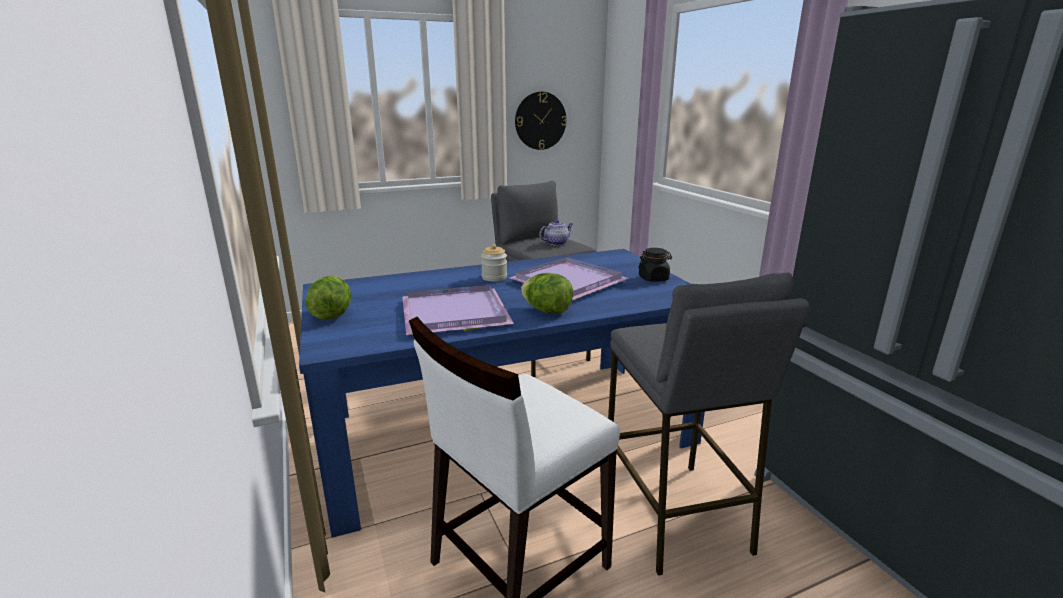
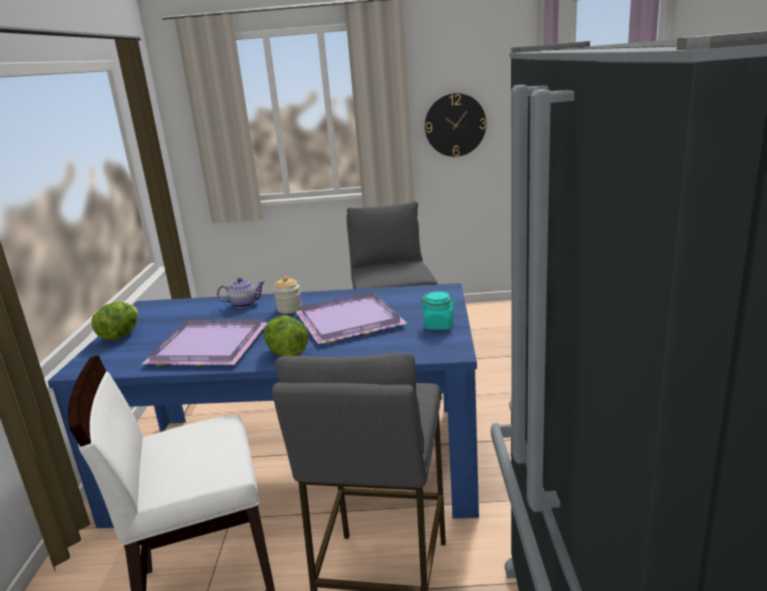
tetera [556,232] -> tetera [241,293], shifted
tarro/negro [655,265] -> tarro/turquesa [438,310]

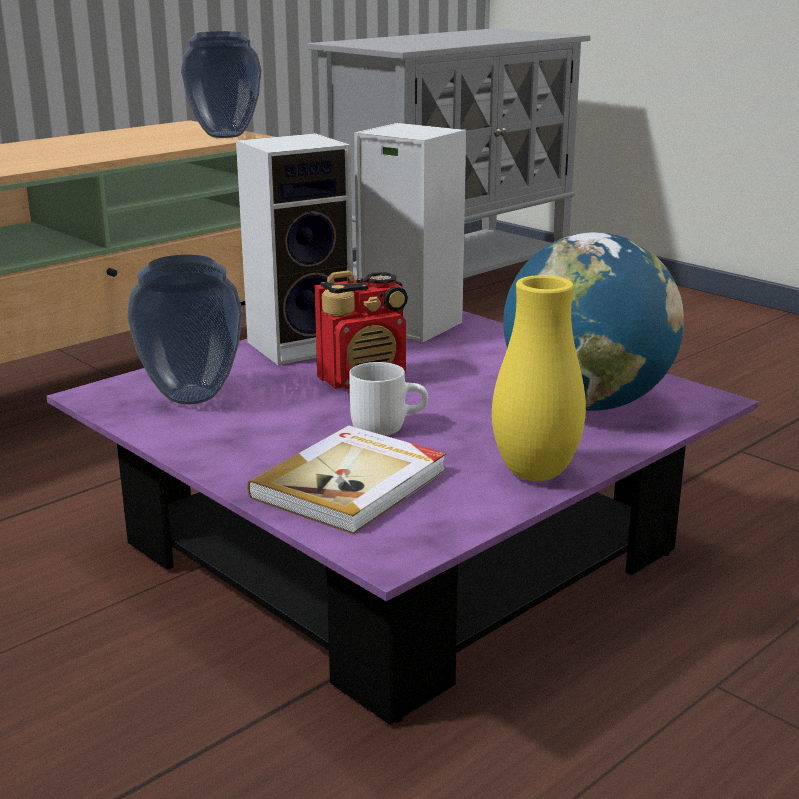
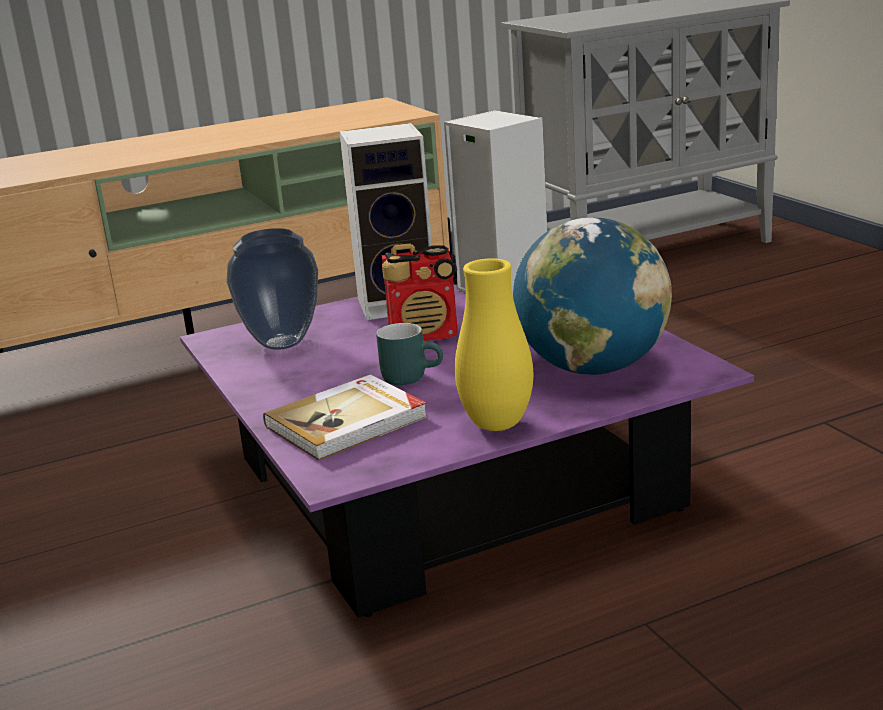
taza grande/blanco [388,399] -> taza grande/turquesa [409,354]
florero [221,84] -> none

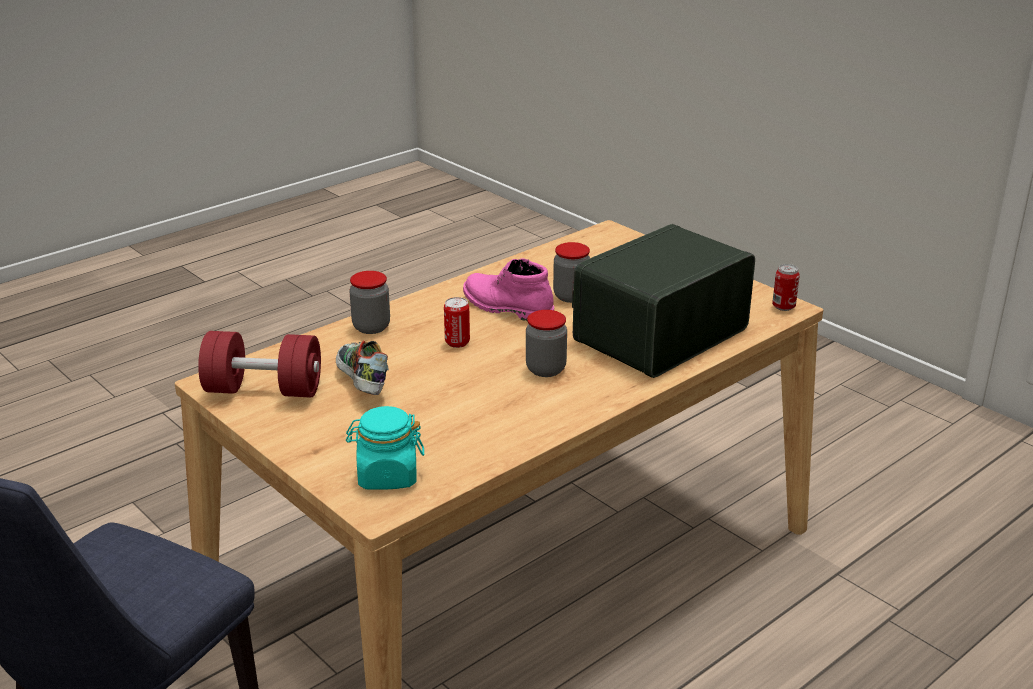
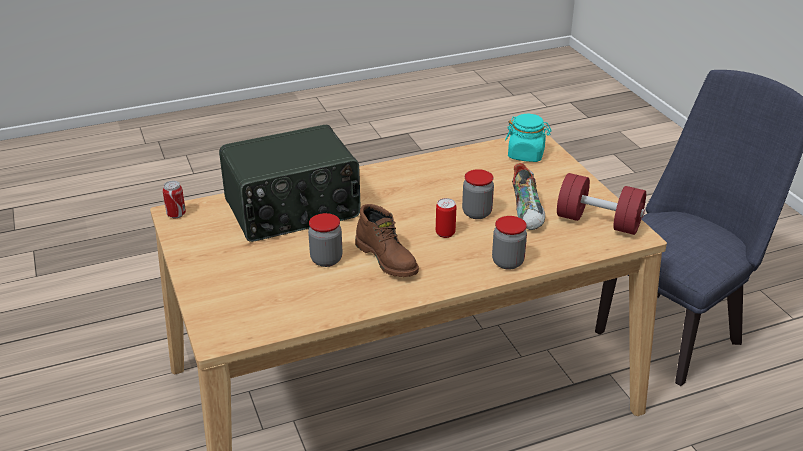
bota/rosa [508,289] -> bota/marrón [387,240]
tarro [546,343] -> tarro [478,194], shifted

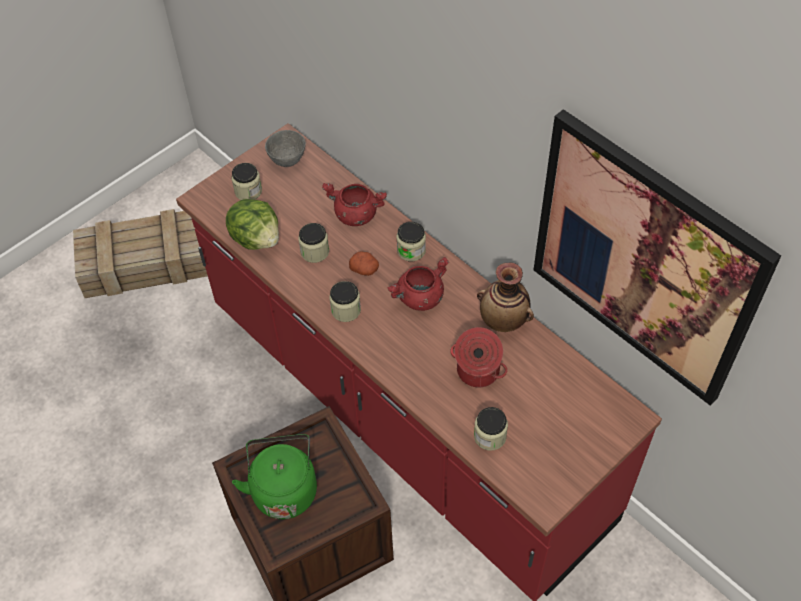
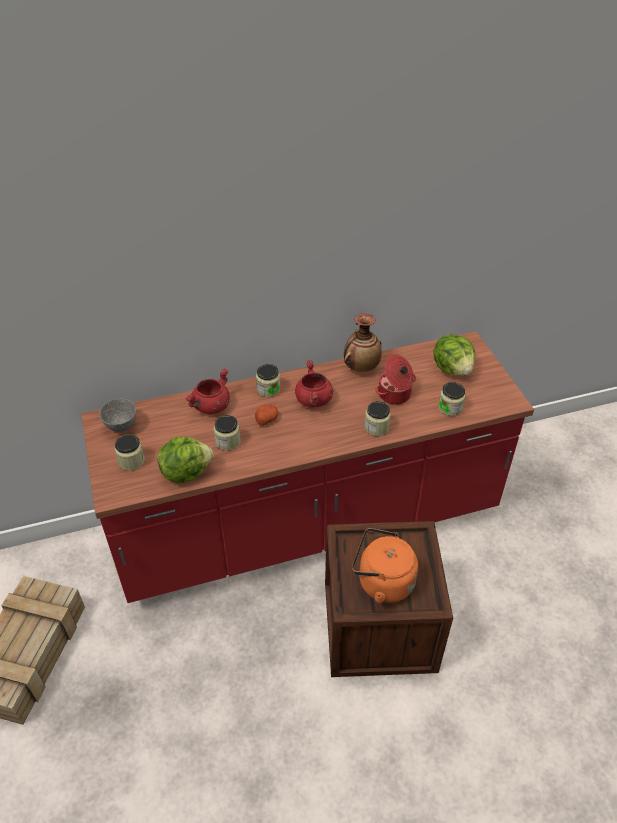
hervidor/verde [274,476] -> hervidor/naranja [385,565]
tarro [345,301] -> tarro [378,418], shifted
none -> lechuga [454,354]
cuadro [657,257] -> none

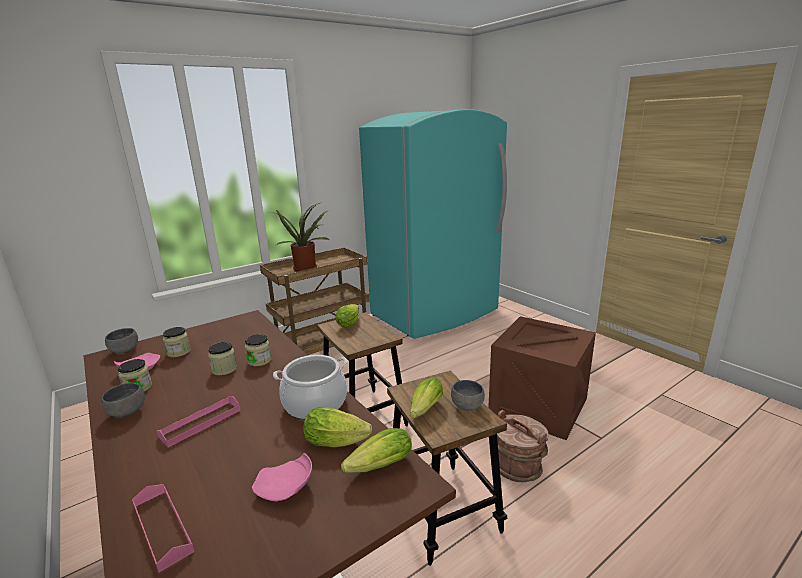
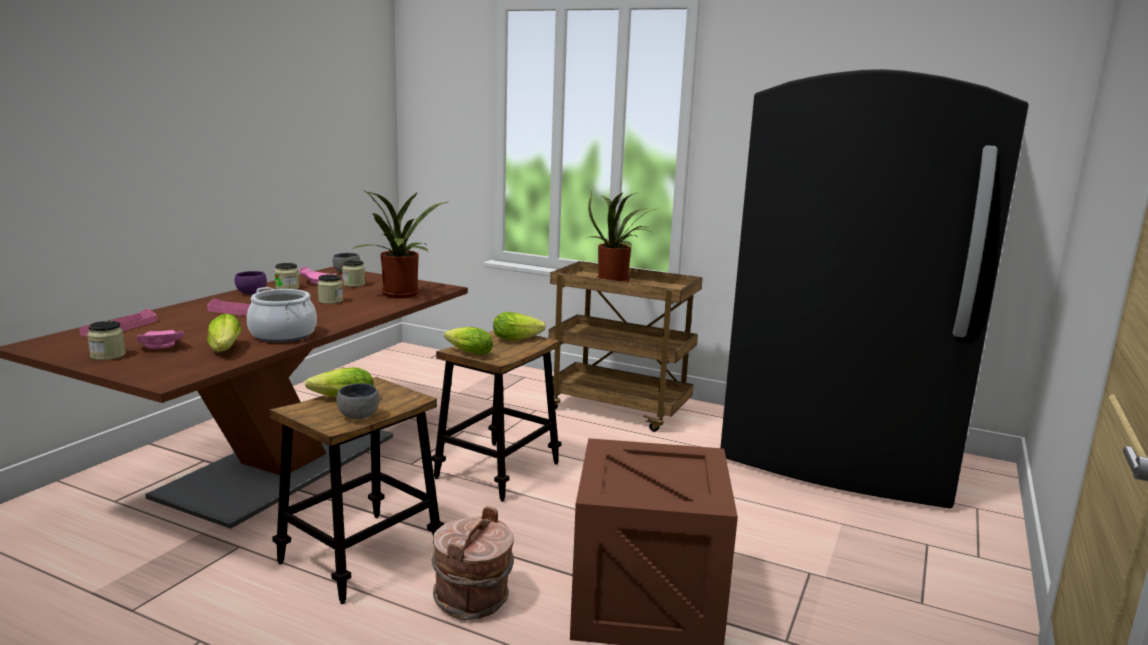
tarro [258,350] -> tarro [106,340], shifted
cuenco/gris [123,400] -> cuenco/morado [251,283]
none -> planta en maceta [399,243]
lechuga [376,450] -> lechuga [468,341], shifted
nevera/turquesa [433,224] -> nevera/negro [874,288]

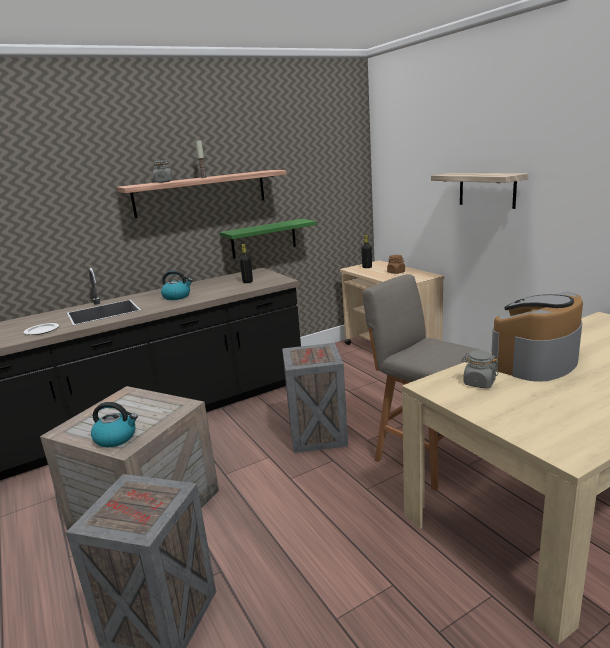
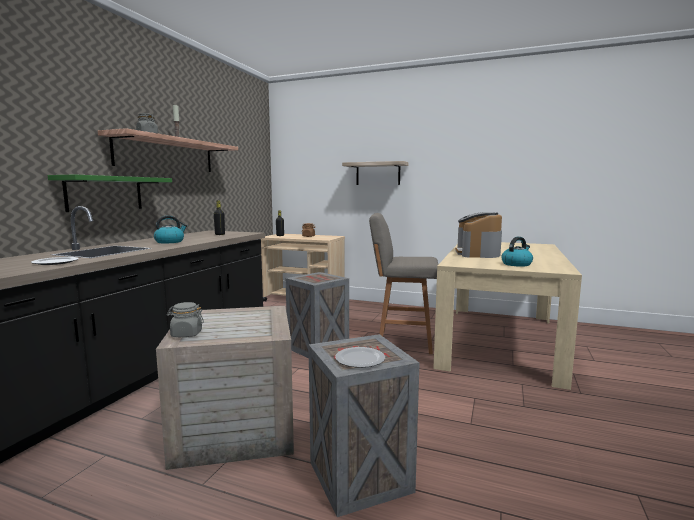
estante/verde [268,239] -> estante/verde [110,193], shifted
tarro/gris [480,369] -> tarro/gris [185,319], shifted
none -> plato [360,357]
hervidor [114,424] -> hervidor [517,252], shifted

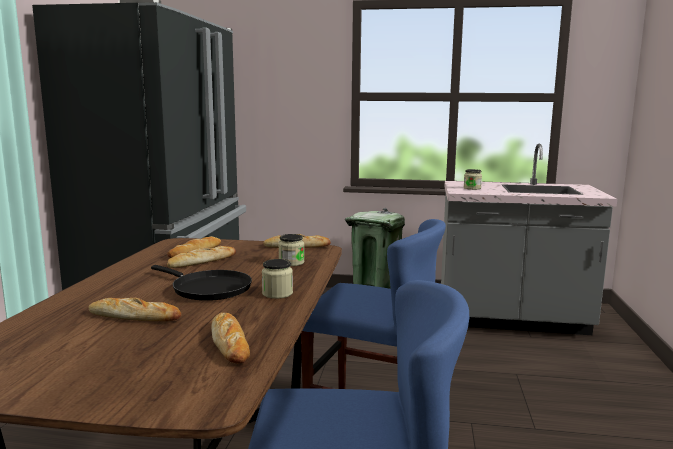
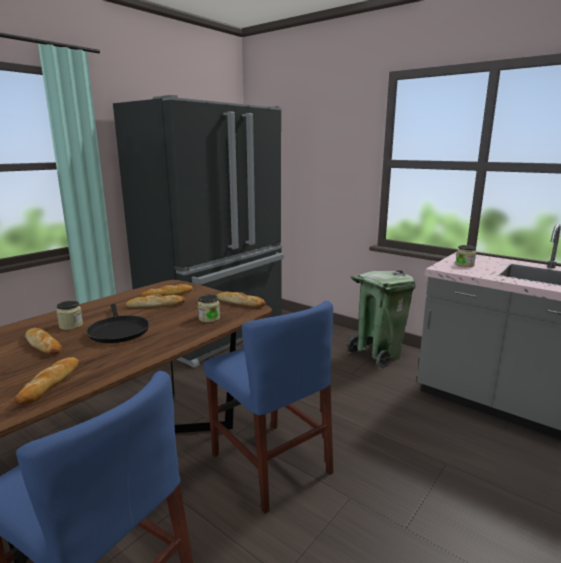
tarro [277,279] -> tarro [69,315], shifted

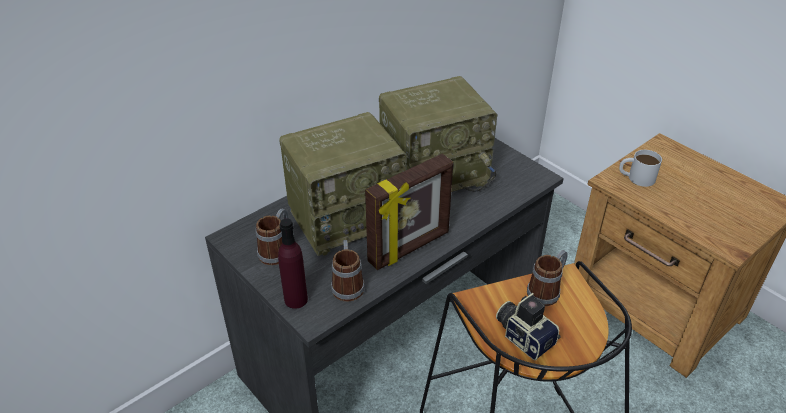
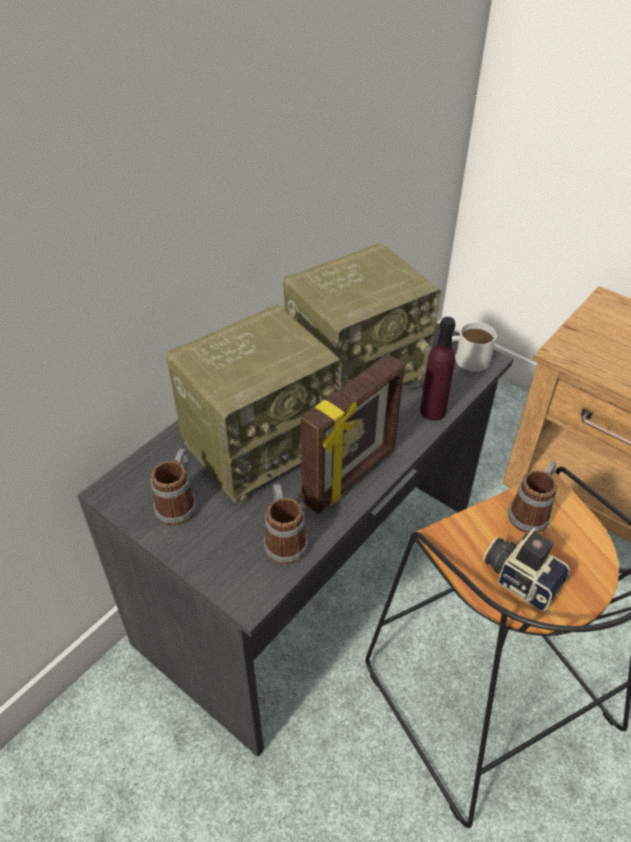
botella/morado [293,263] -> botella/morado [438,369], shifted
taza grande/blanco [640,168] -> taza grande/blanco [474,347], shifted

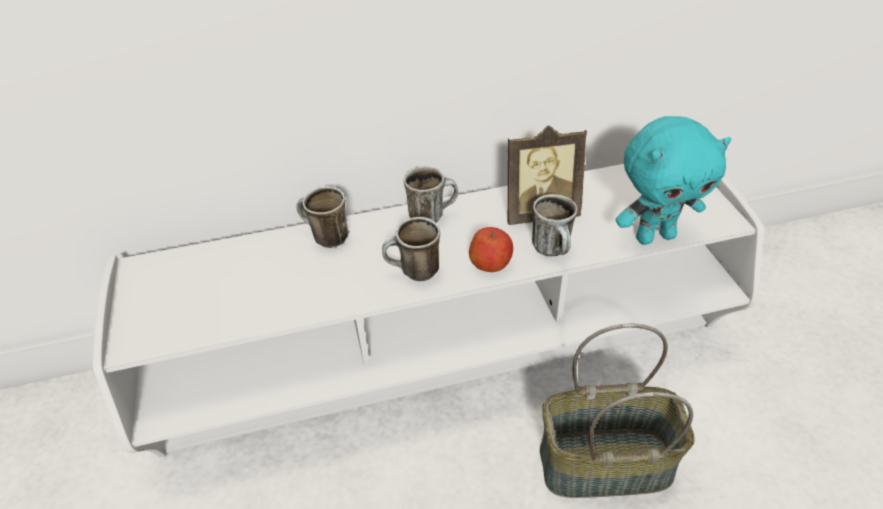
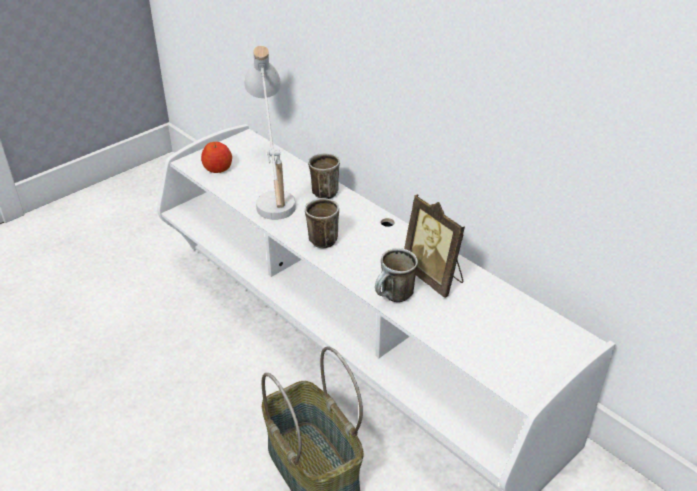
manzana [491,249] -> manzana [216,157], shifted
none -> lámpara de mesa/blanco [270,133]
taza grande [431,194] -> none
peluche/turquesa [673,180] -> none

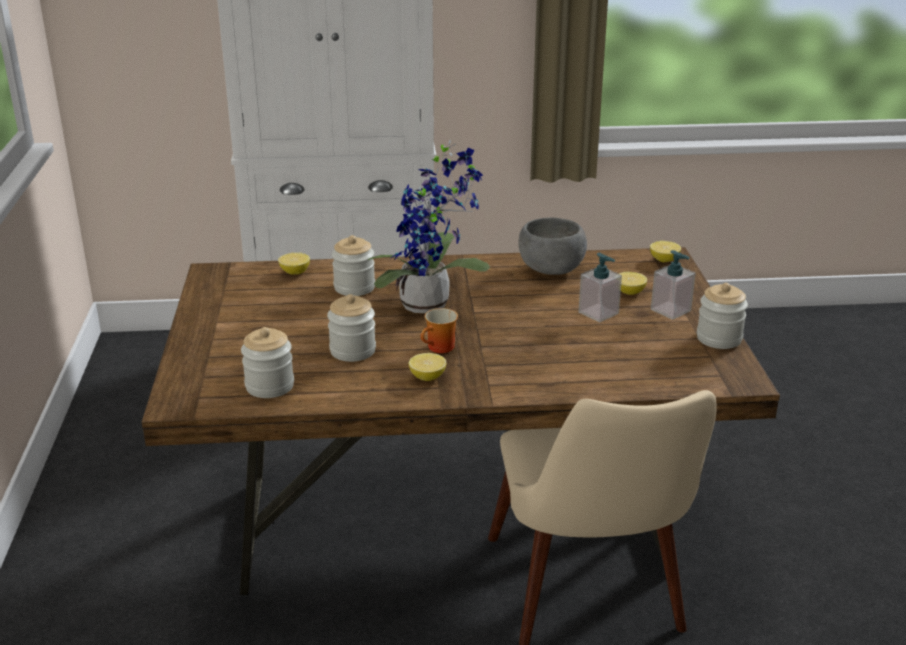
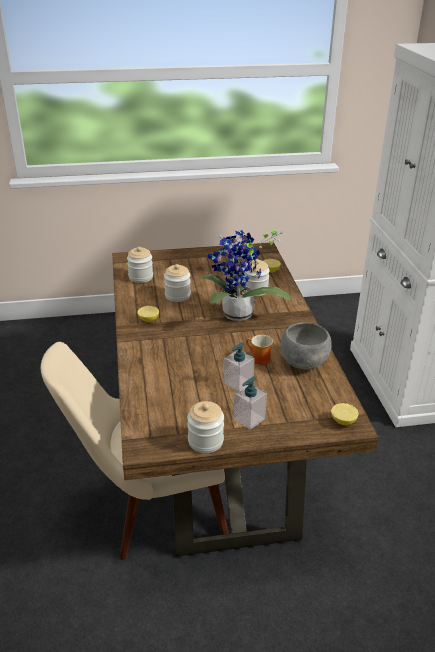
taza grande [439,330] -> taza grande [259,350], shifted
limón [632,283] -> none

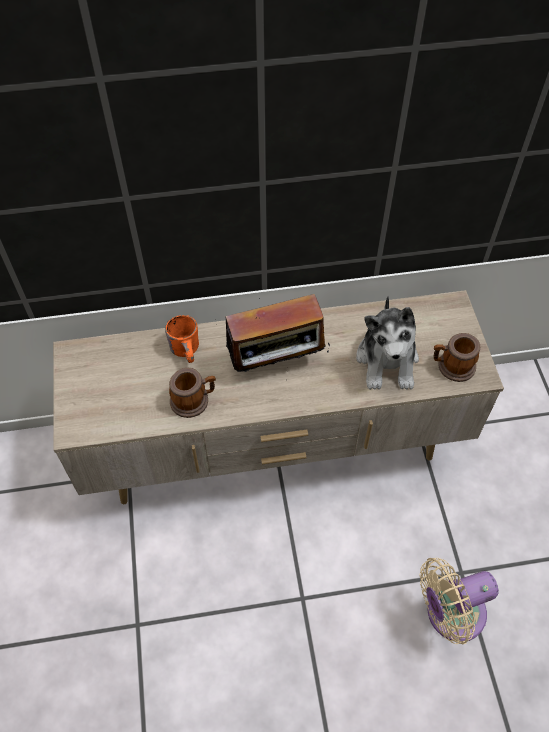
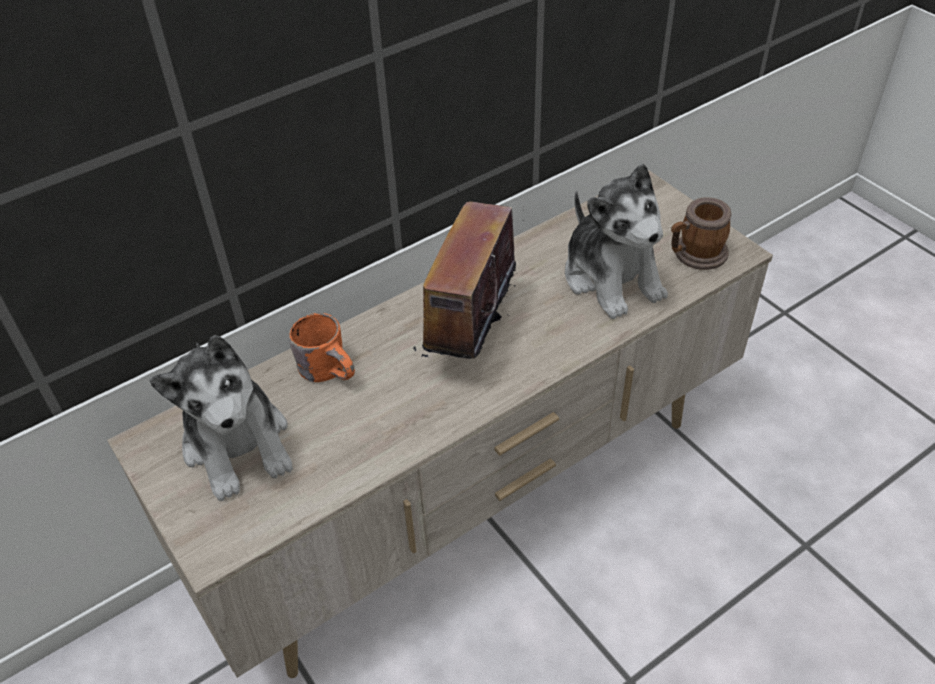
none -> peluche [221,418]
radio [278,333] -> radio [468,274], 150 degrees clockwise
taza grande [192,393] -> none
ventilador/beis [459,601] -> none

